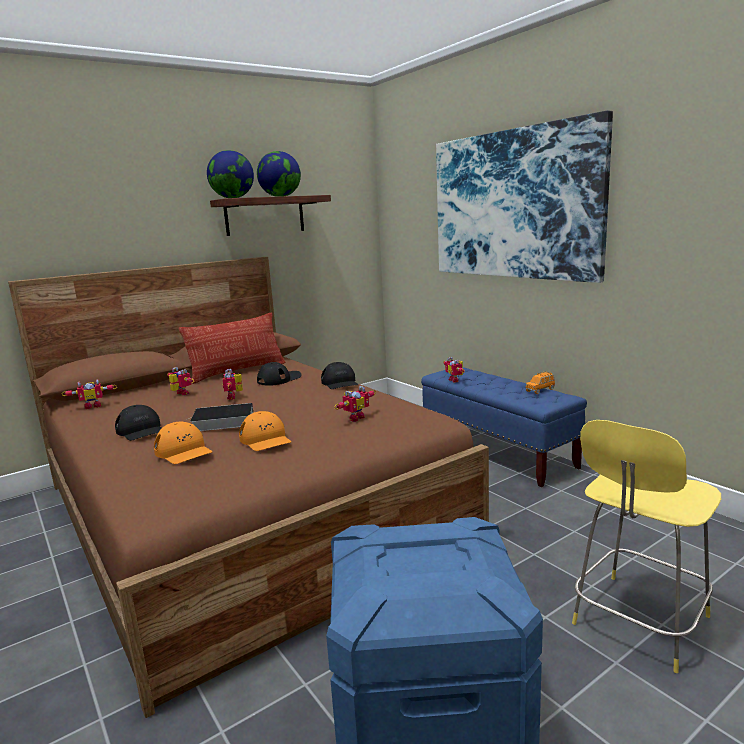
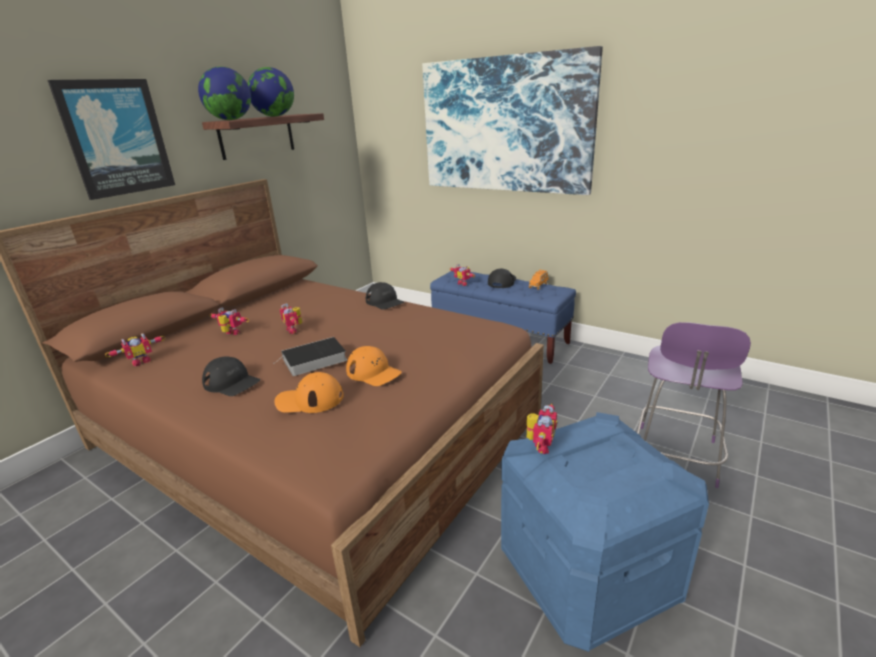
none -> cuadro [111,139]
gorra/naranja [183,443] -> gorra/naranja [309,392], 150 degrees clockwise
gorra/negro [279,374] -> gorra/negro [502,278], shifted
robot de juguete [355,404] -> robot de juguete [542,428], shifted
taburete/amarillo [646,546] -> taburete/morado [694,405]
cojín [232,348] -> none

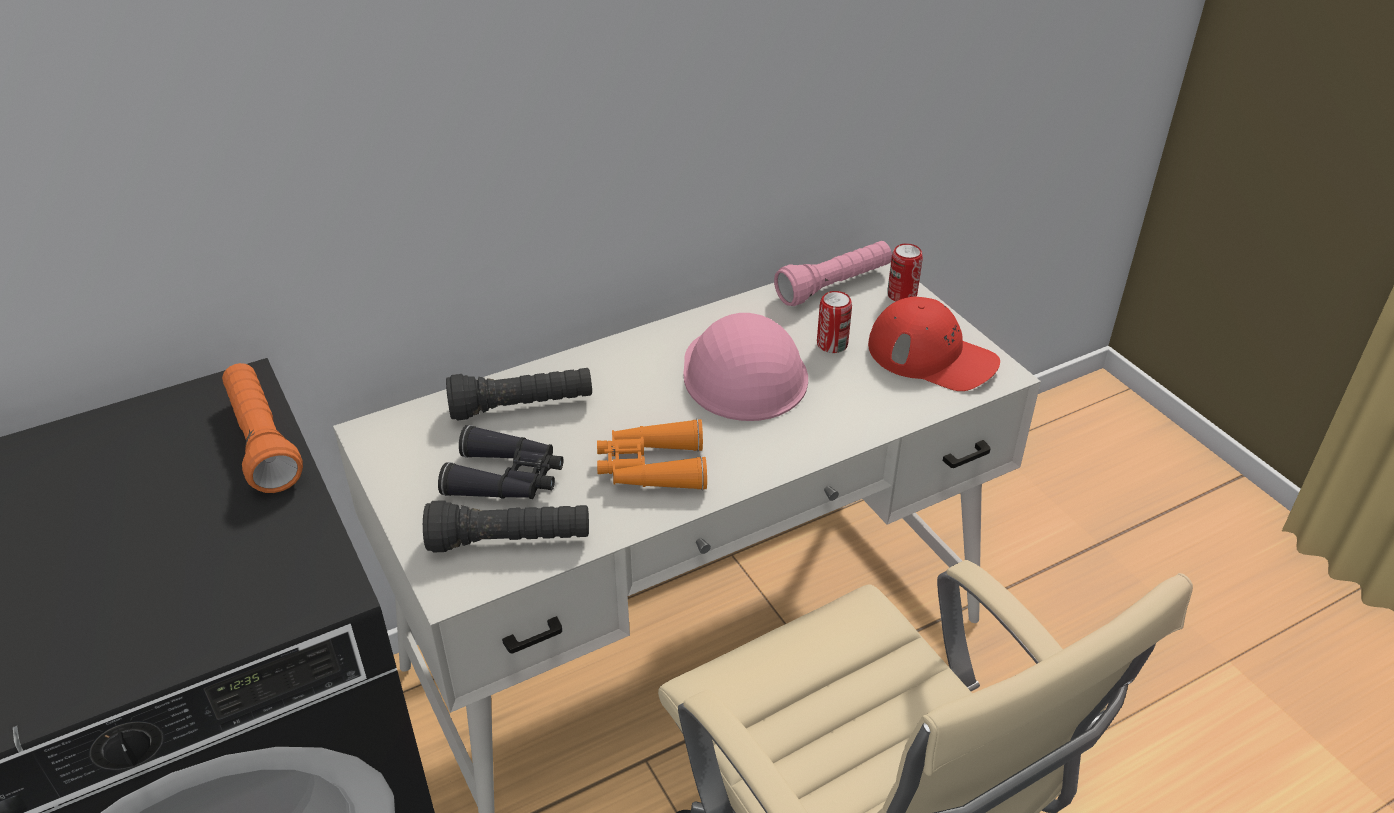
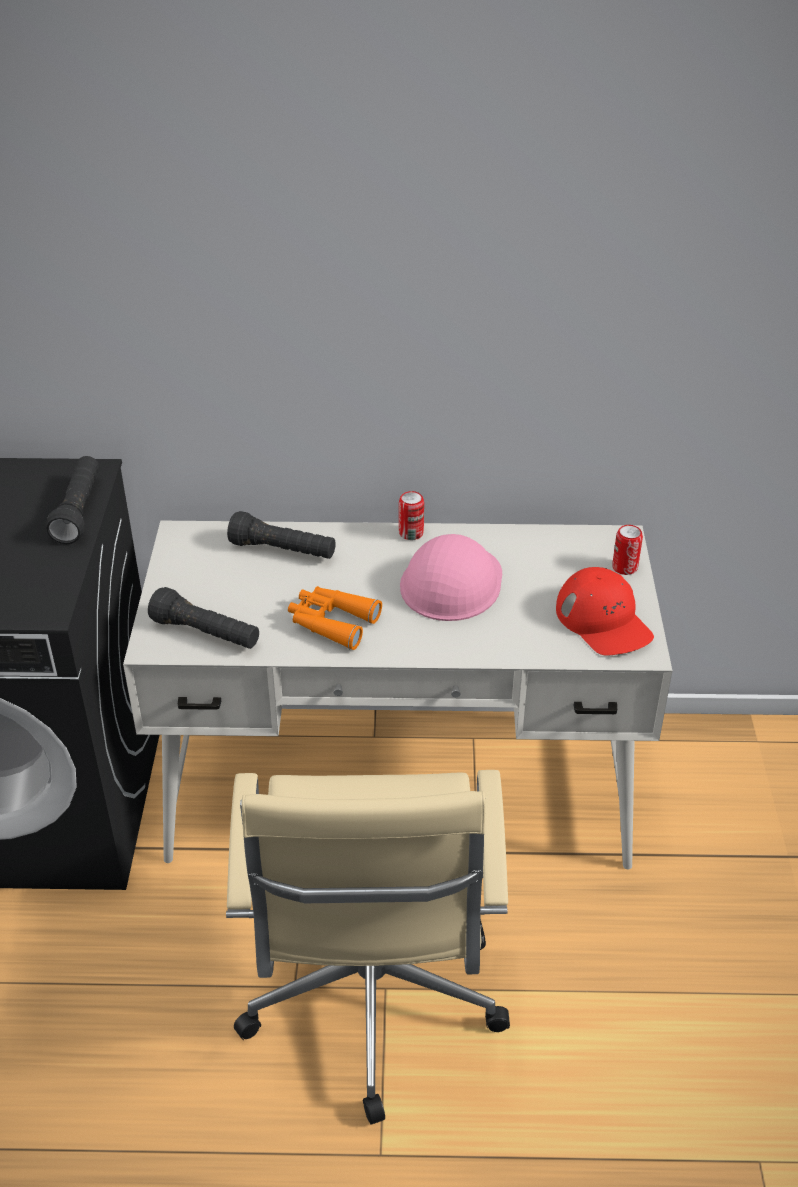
linterna/naranja [262,428] -> linterna/negro [72,500]
lata [834,322] -> lata [411,515], shifted
prismáticos/negro [501,462] -> none
linterna/rosa [833,273] -> none

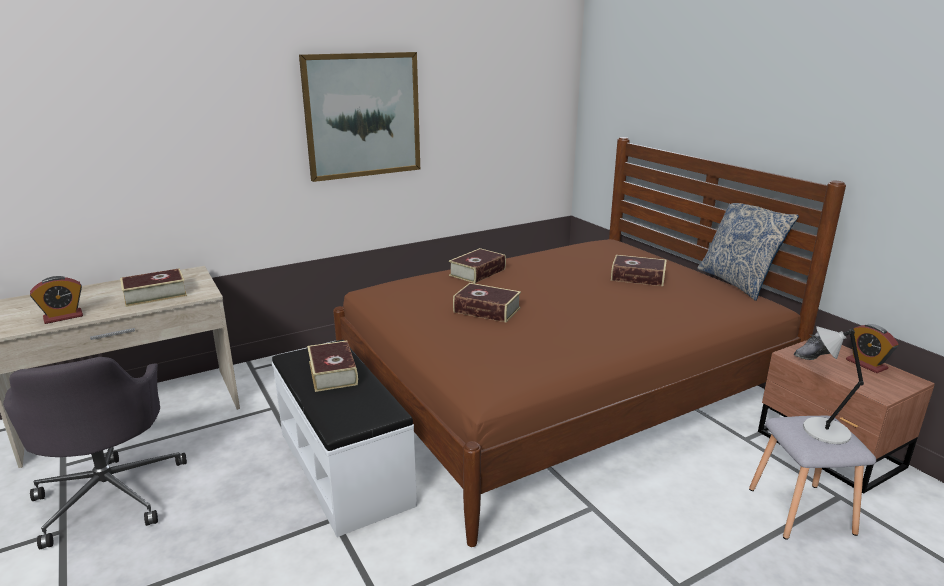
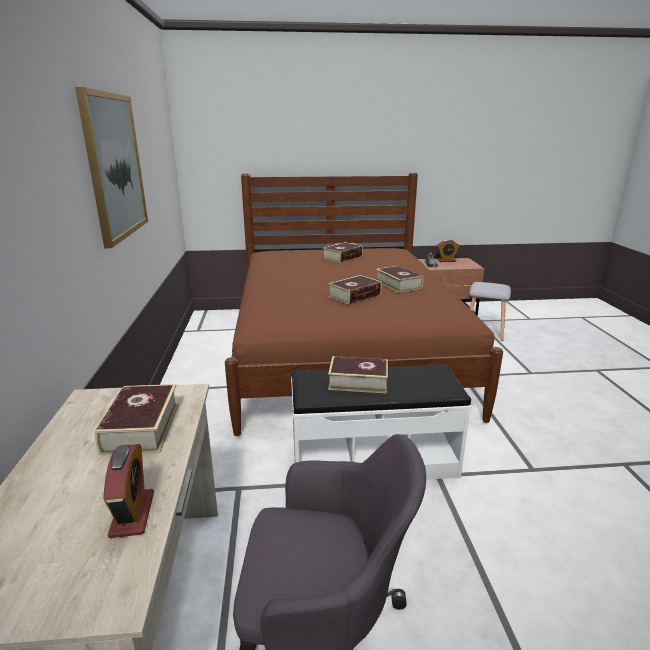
libro [477,265] -> libro [399,279], shifted
cojín [748,252] -> none
lámpara de mesa/gris [833,385] -> none

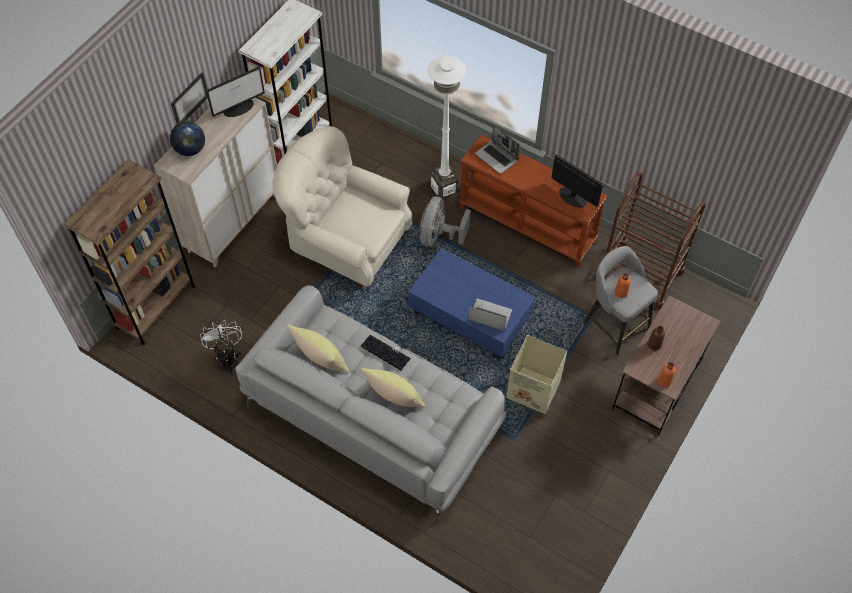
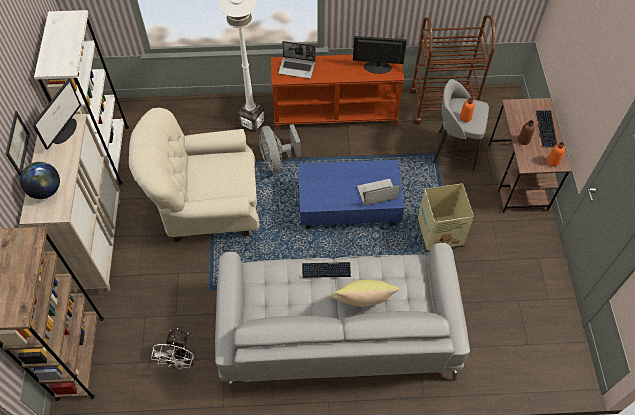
ventilador/blanco [221,348] -> ventilador/blanco [172,348], 120 degrees counterclockwise
none -> teclado [546,128]
cojín/amarillo [318,348] -> none

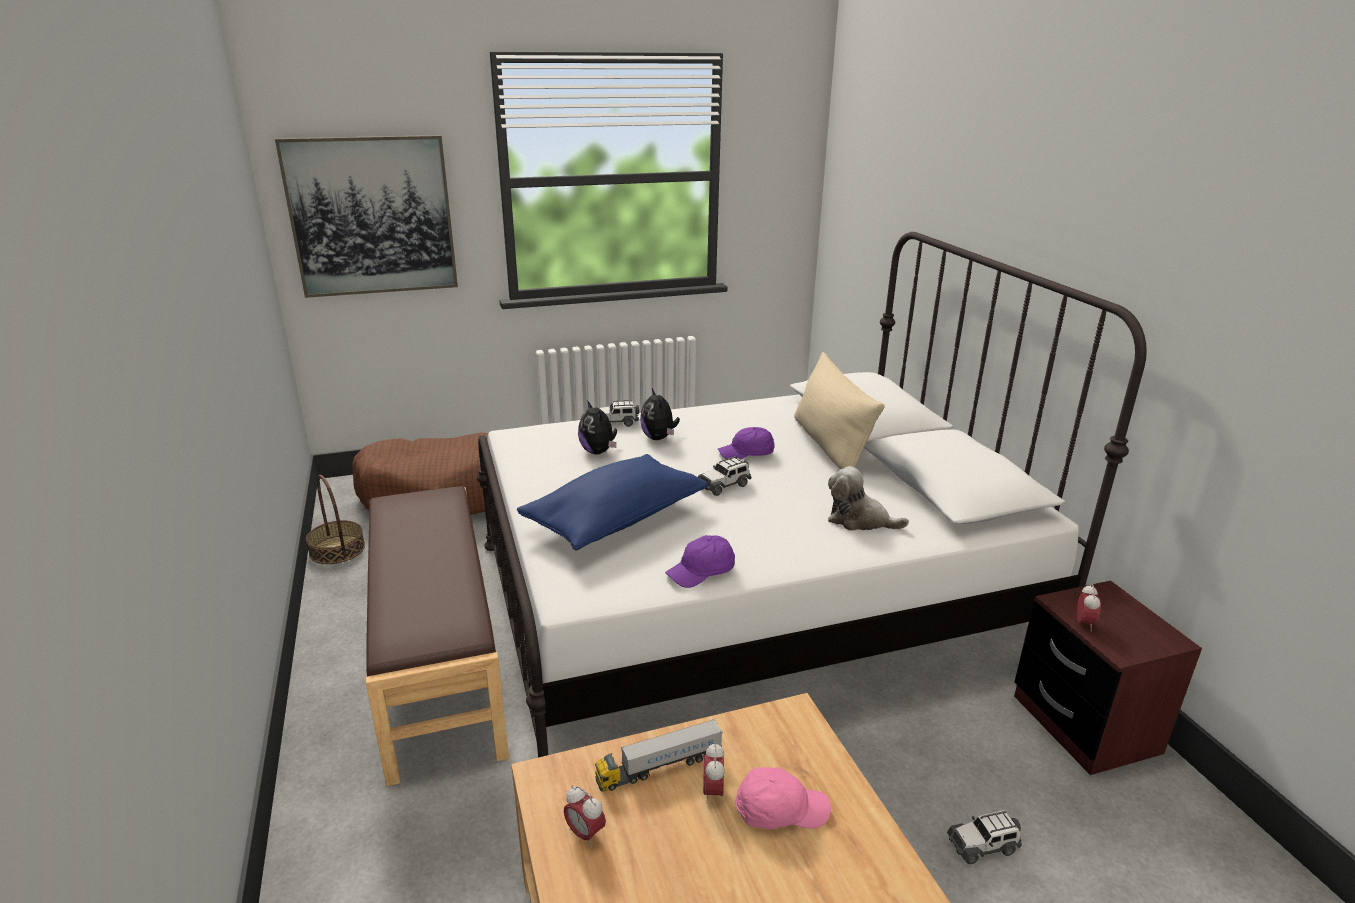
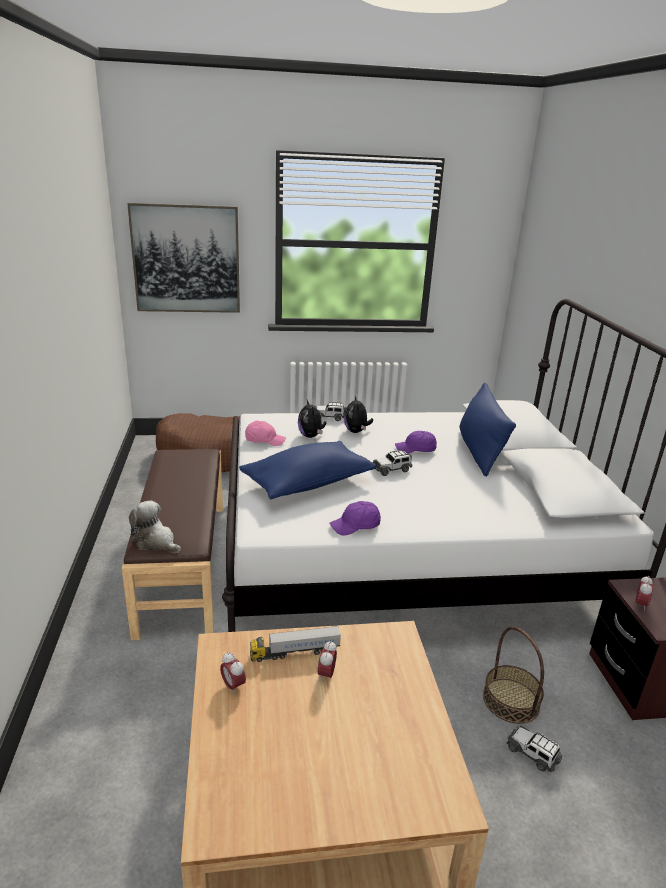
peluche [868,498] -> peluche [155,526], shifted
gorra/rosa [783,798] -> gorra/rosa [265,433], shifted
cojín/beis [839,411] -> cojín/azul [487,429]
cesta [335,519] -> cesta [513,675], shifted
coche de juguete [984,837] -> coche de juguete [534,749], 45 degrees clockwise

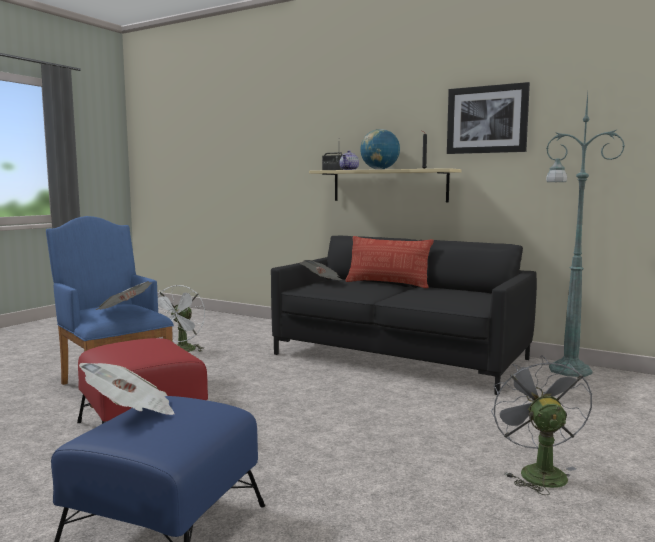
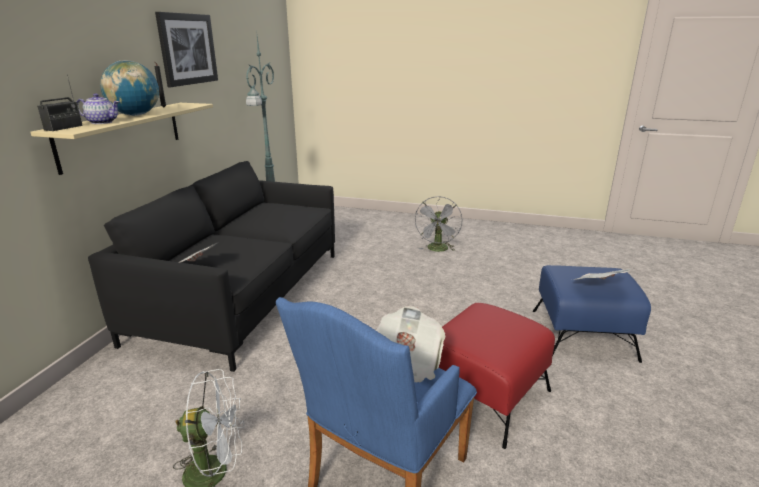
ventilador/gris [541,425] -> ventilador/gris [438,224], 60 degrees counterclockwise
cojín [390,262] -> none

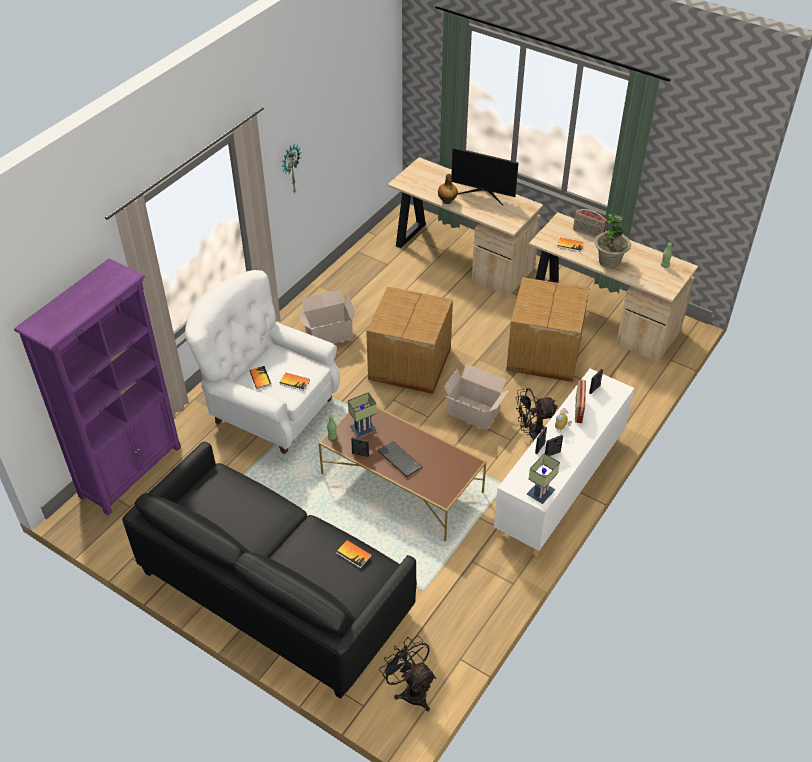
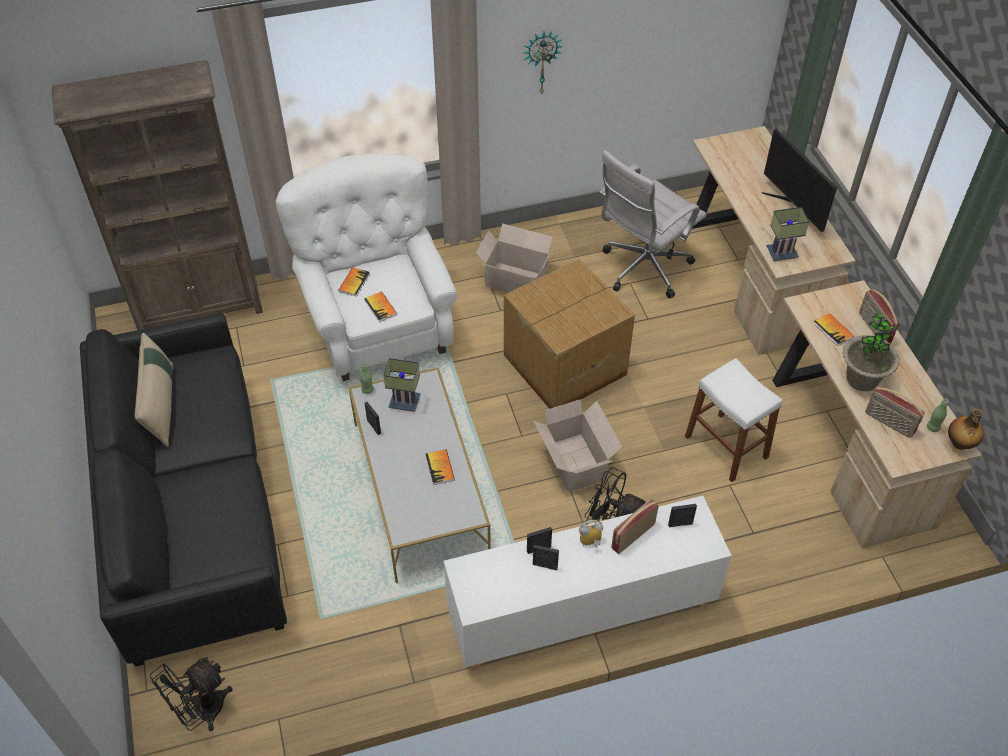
estantería/morado [97,386] -> estantería/marrón [157,195]
none -> cojín/beis [154,390]
ventilador/negro [407,674] -> ventilador/negro [191,694], 135 degrees counterclockwise
mesa de centro/marrón [402,472] -> mesa de centro/blanco [419,475]
libro [354,554] -> libro [440,467], shifted
none -> silla de oficina/blanco [653,224]
caja de cartón [547,329] -> taburete/blanco [734,420]
lámpara de mesa [543,478] -> lámpara de mesa [787,234], shifted
none -> radio [894,412]
botella [448,189] -> botella [966,429], shifted
teclado [400,459] -> none

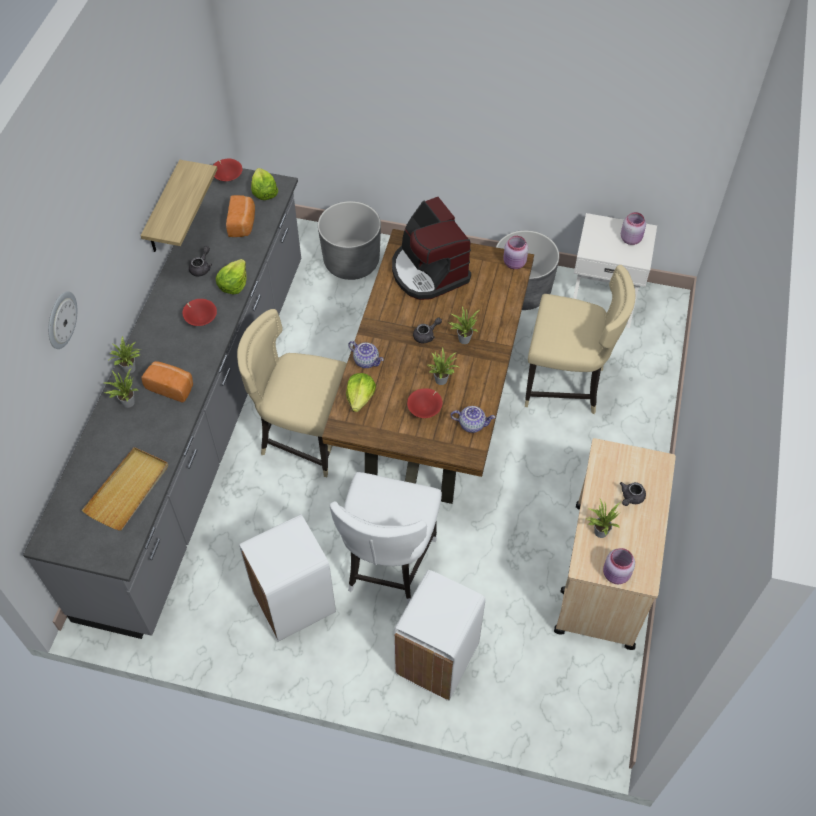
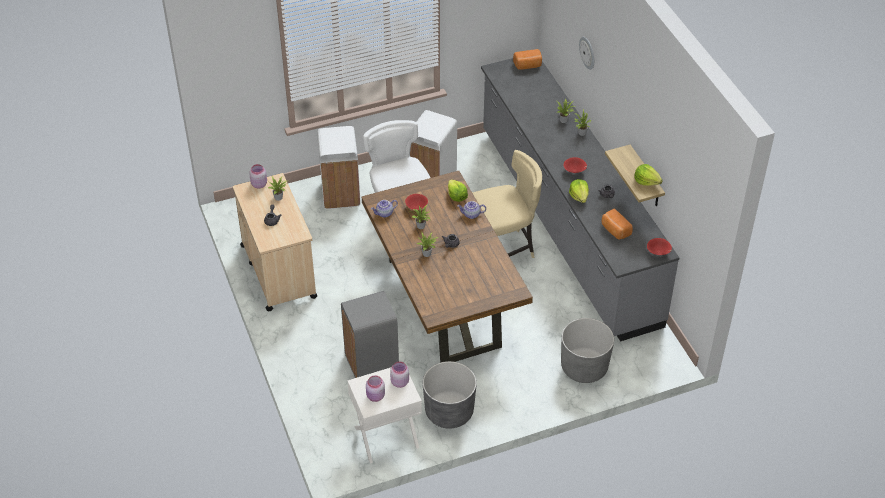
silla/beis [580,339] -> papelera/gris [370,334]
tarro/rosa [515,252] -> tarro/rosa [399,375], shifted
pan [167,381] -> pan [527,59], shifted
lechuga [264,184] -> lechuga [648,175], shifted
bandeja/beis [125,489] -> none
cafetera [431,248] -> none

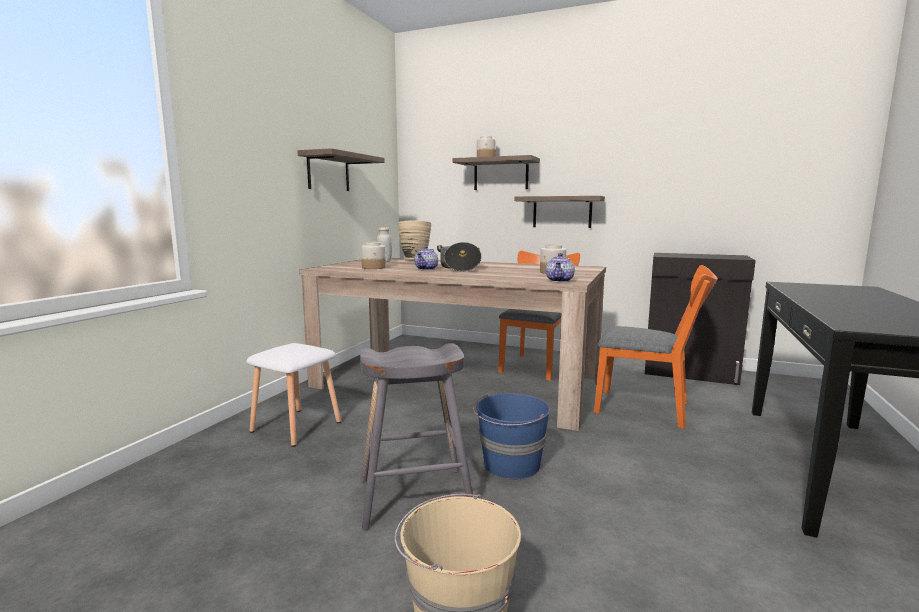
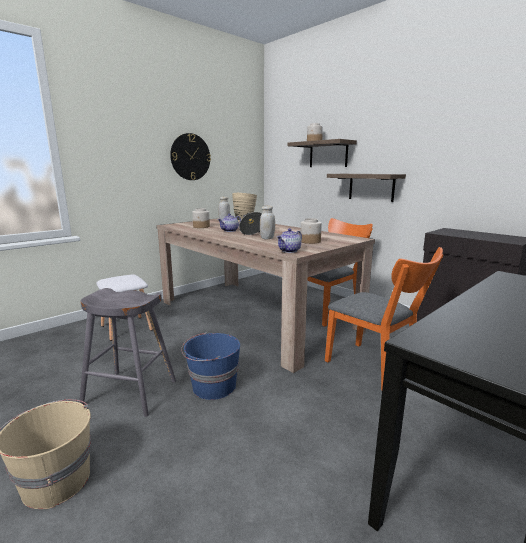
estante [341,169] -> reloj de pared [190,156]
none -> tarro/blanco [267,222]

